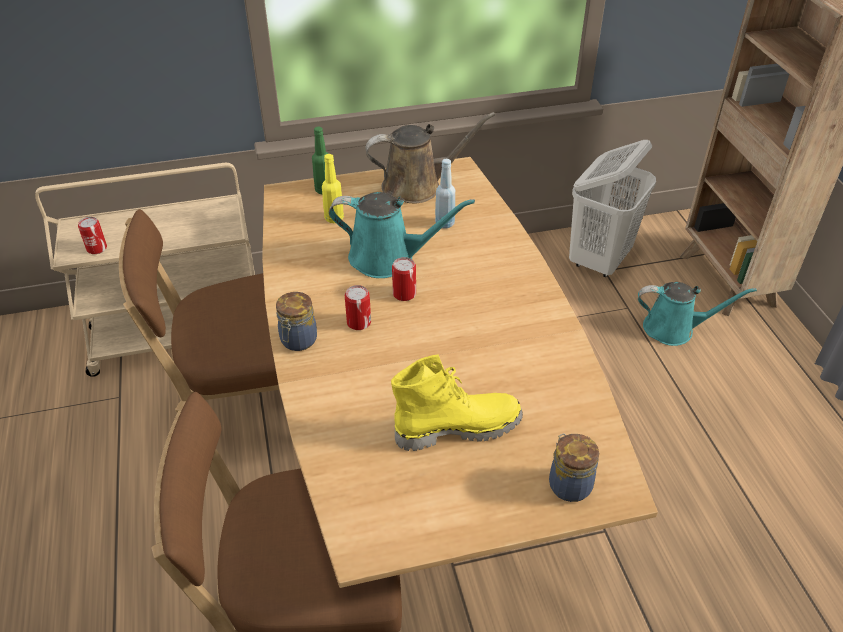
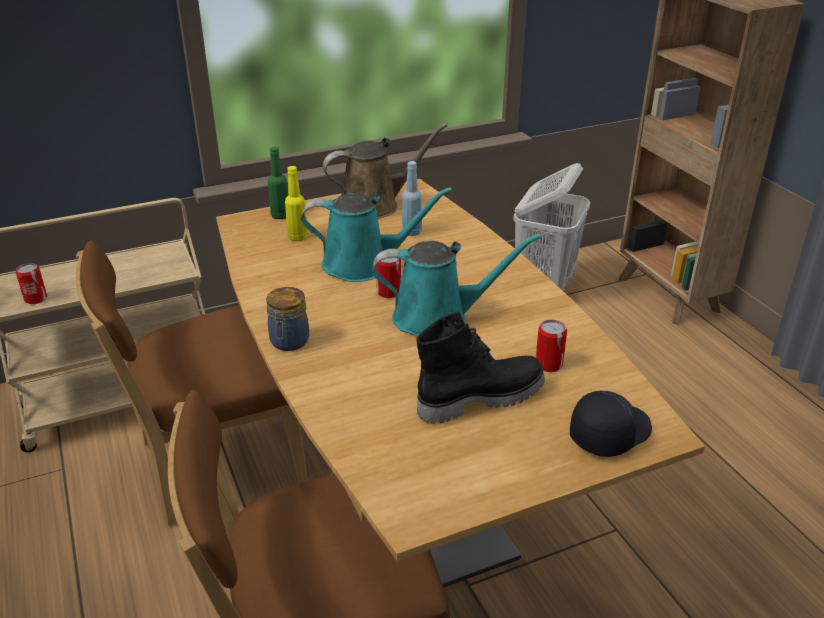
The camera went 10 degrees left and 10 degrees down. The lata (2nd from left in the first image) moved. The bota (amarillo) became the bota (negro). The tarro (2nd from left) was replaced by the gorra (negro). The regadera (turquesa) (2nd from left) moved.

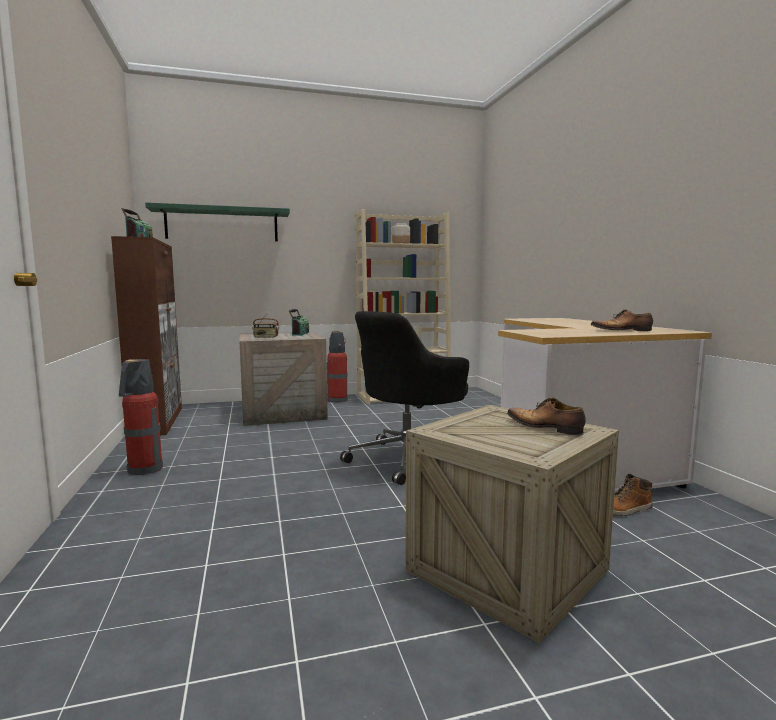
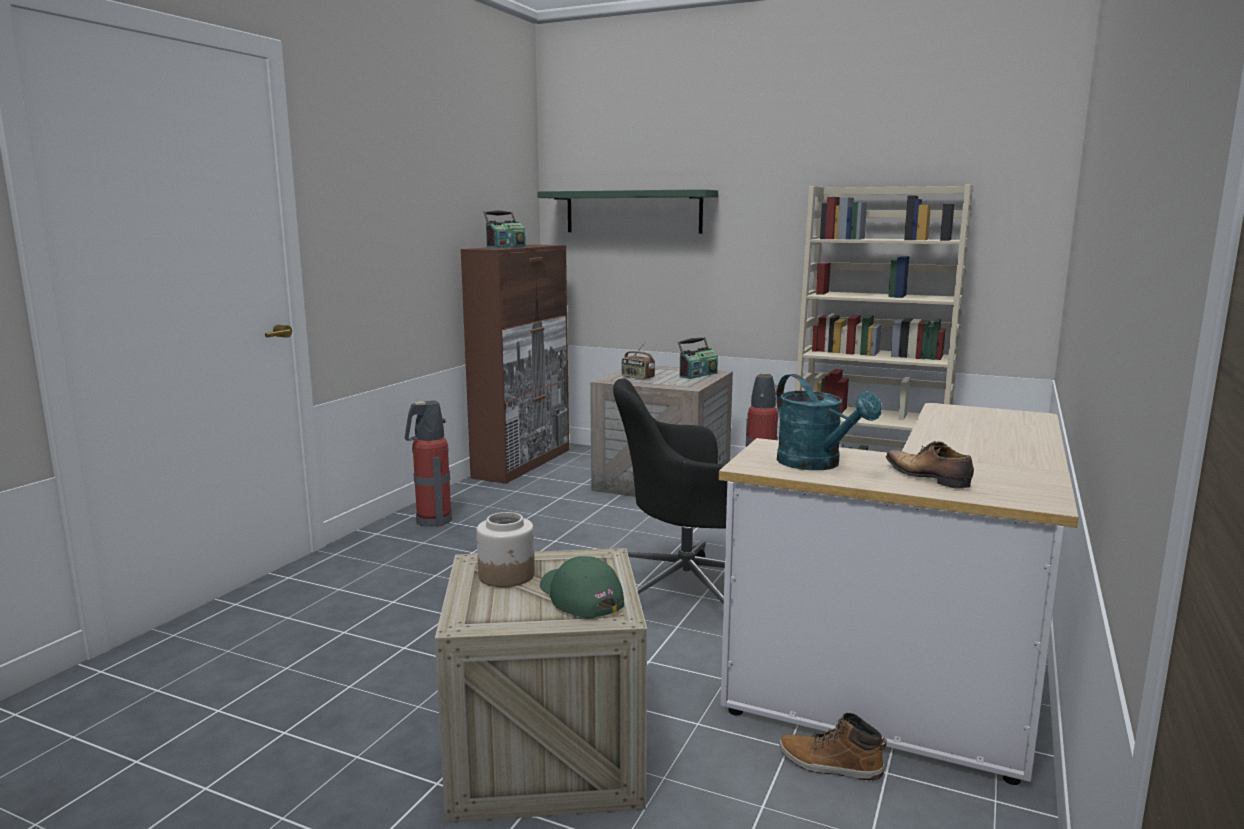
The camera went 40 degrees right and 5 degrees up. The tarro moved. The zapato (1st from left) was replaced by the gorra (verde). The regadera (turquesa) appeared.

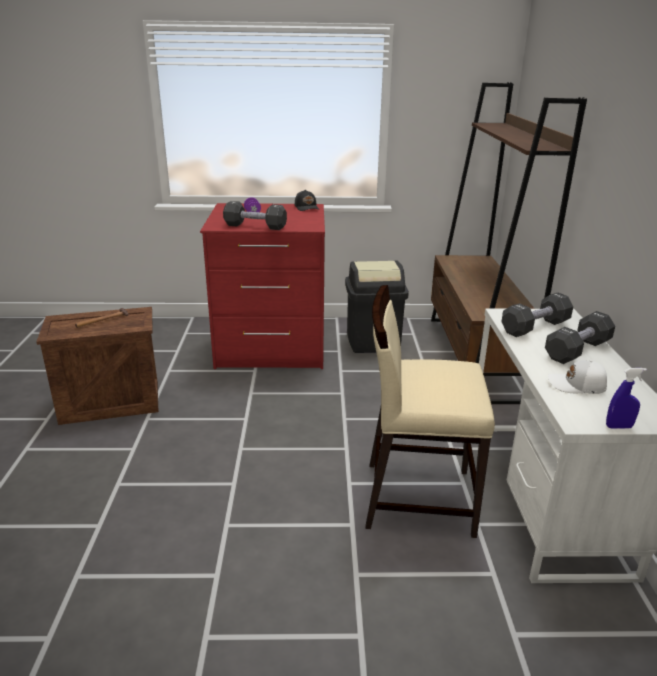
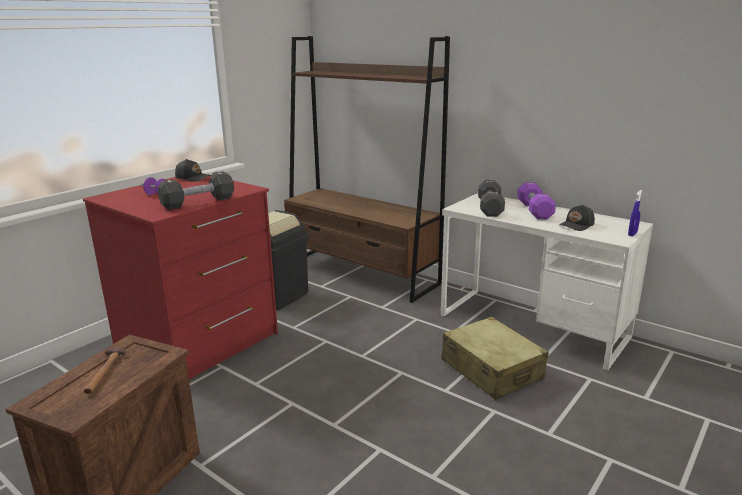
The camera went 50 degrees left and 5 degrees down. The silla (beis) was replaced by the maleta (beis). The mancuerna (negro) (3rd from left) became the mancuerna (morado) (2nd from left). The gorra (blanco) became the gorra (negro) (2nd from left).

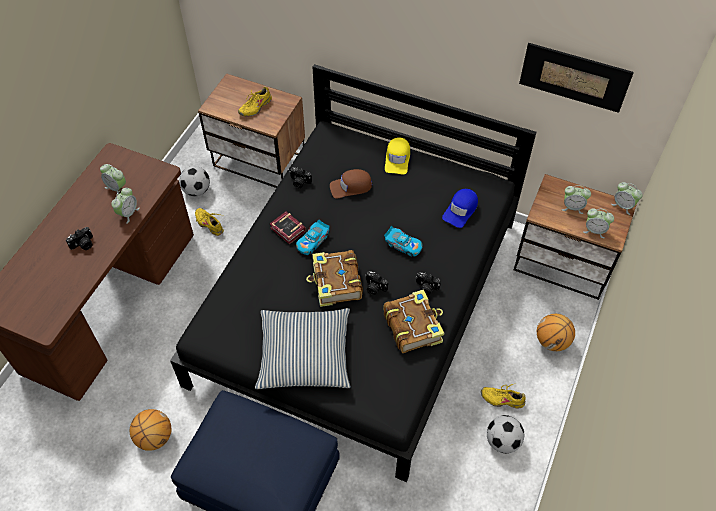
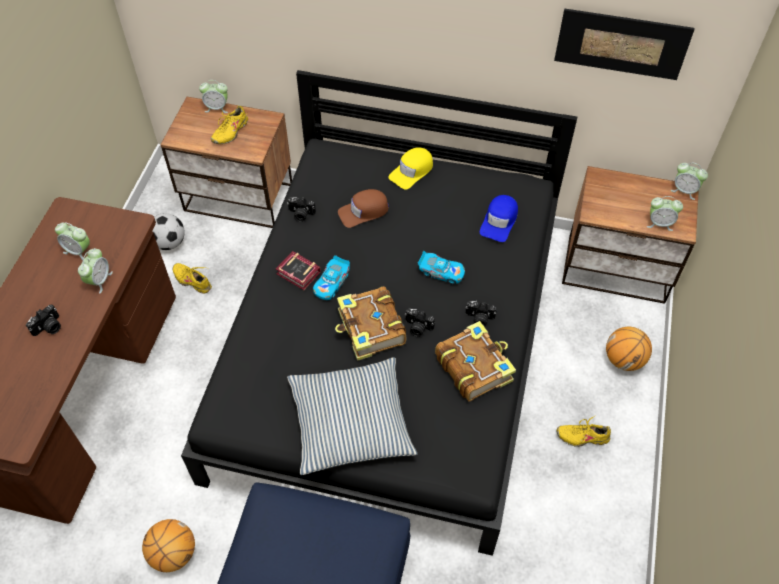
The camera went 10 degrees left and 0 degrees up. The gorra (amarillo) turned 45 degrees clockwise. The balón de fútbol (2nd from left) disappeared. The despertador (3rd from left) moved.

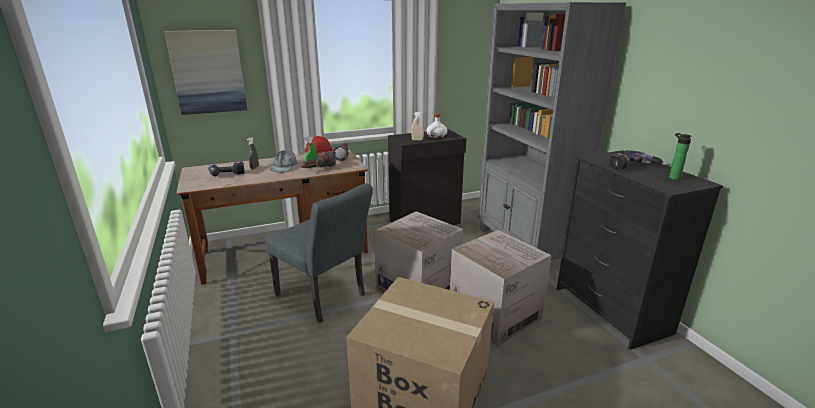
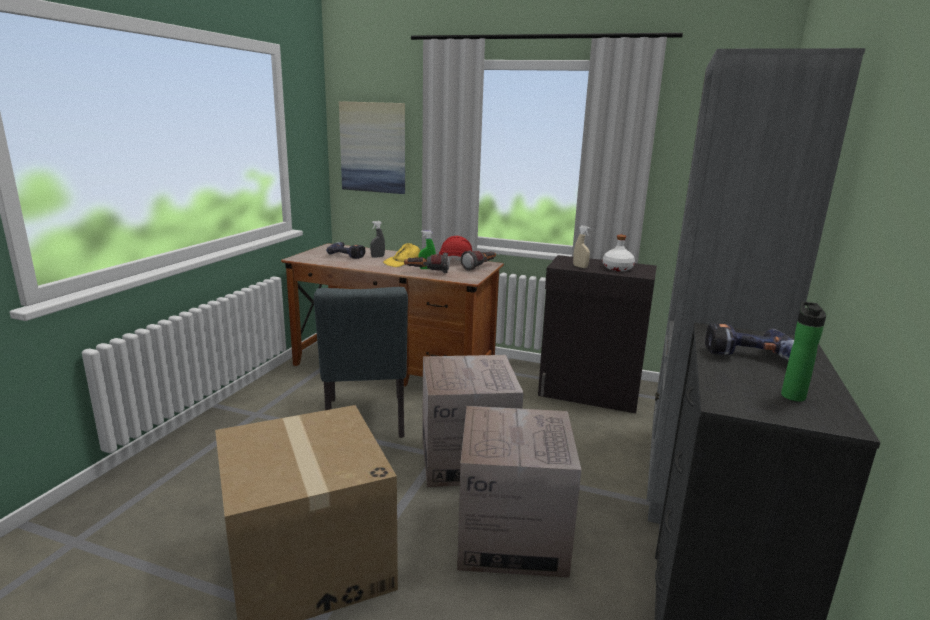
The camera went 40 degrees right and 5 degrees down. The gorra (gris) became the gorra (amarillo).

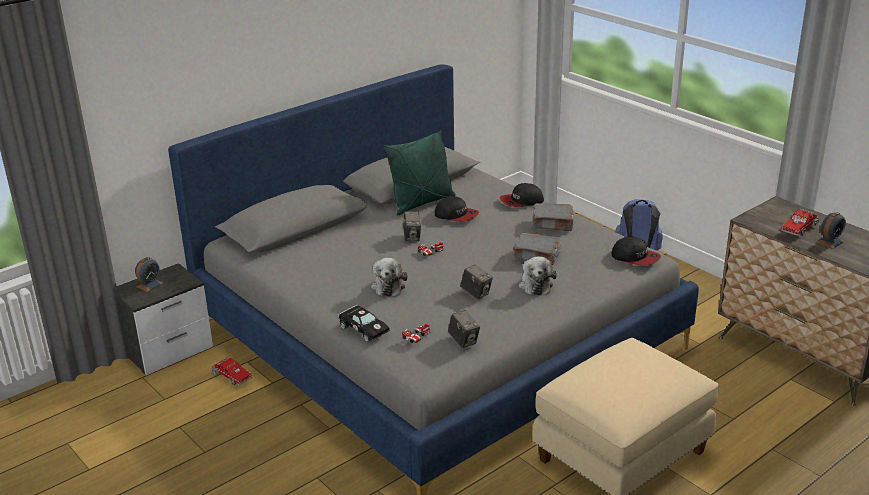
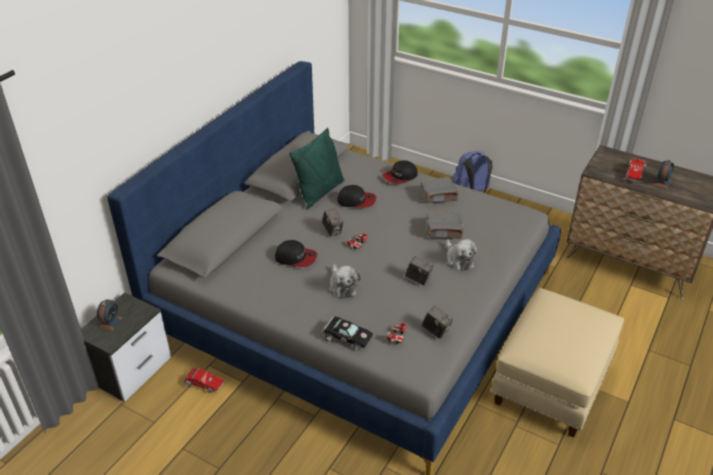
The camera went 20 degrees left and 10 degrees up. The gorra (3rd from left in the first image) moved.

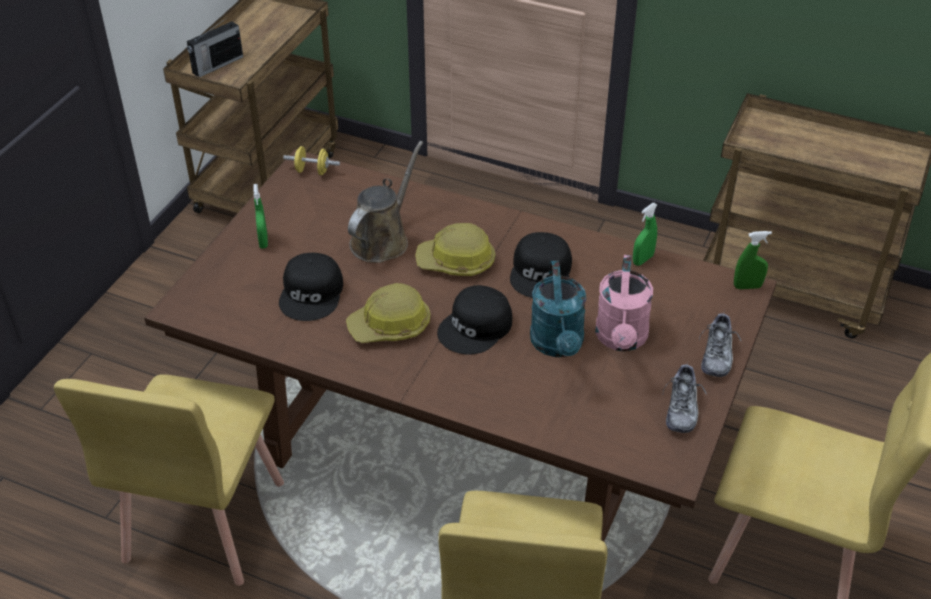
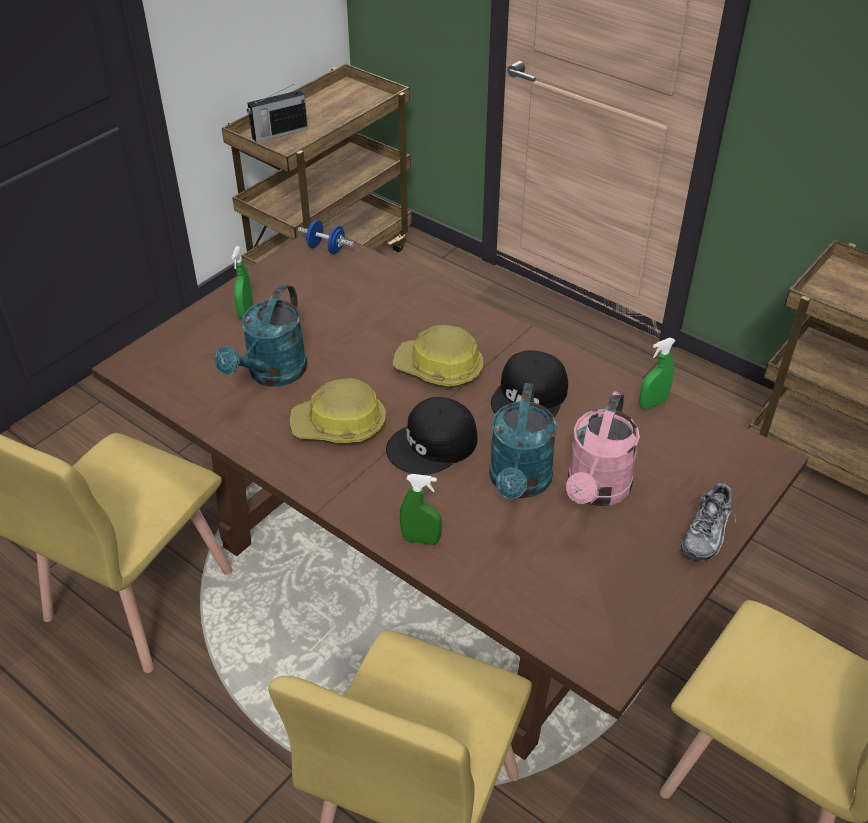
The camera went 15 degrees right and 0 degrees up. The gorra (negro) (1st from left) was replaced by the regadera (turquesa) (1st from left). The mancuerna (amarillo) became the mancuerna (azul). The regadera (marrón) disappeared. The zapato (1st from left) disappeared. The pulverizador (verde) (3rd from left in the first image) moved.

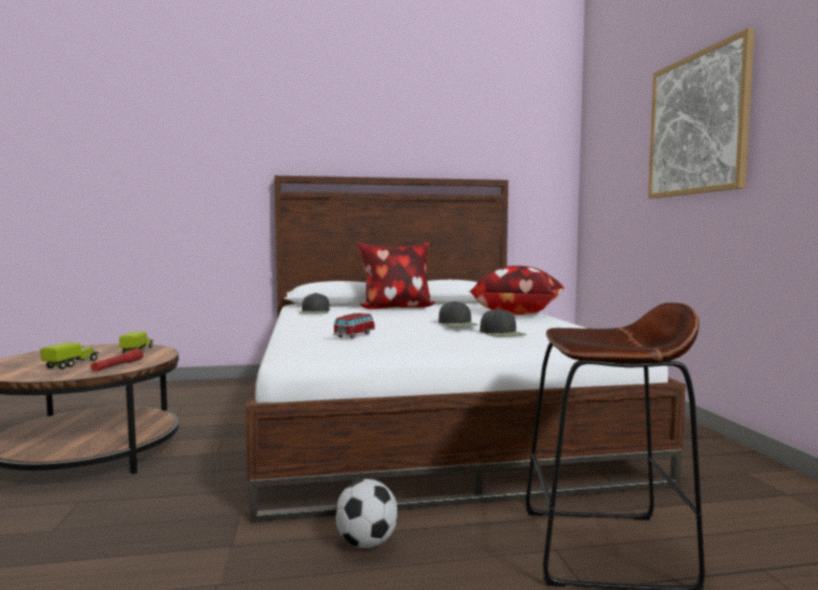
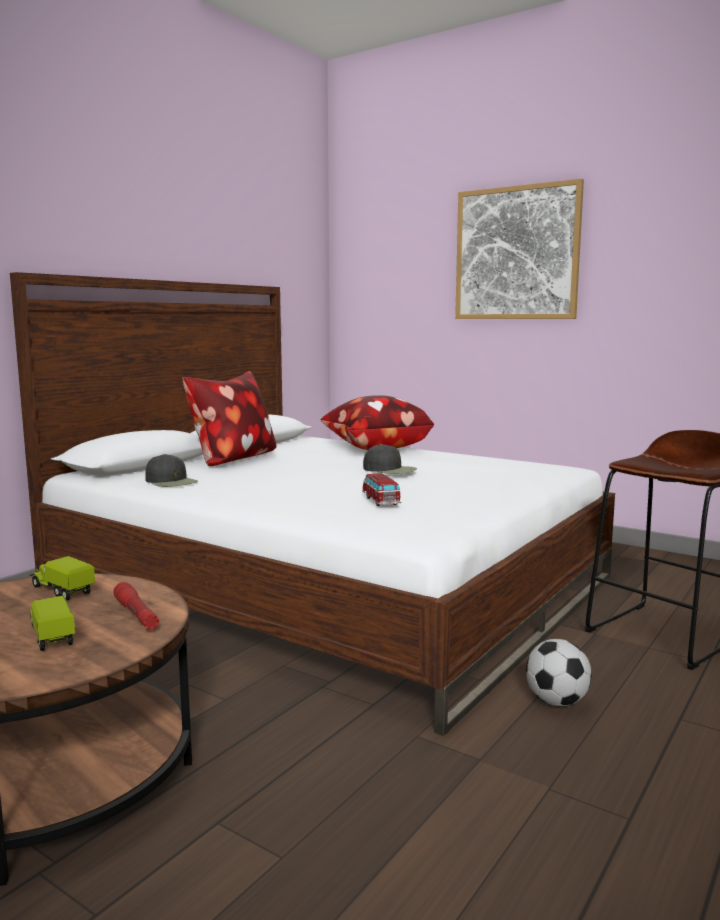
The camera went 45 degrees left and 5 degrees up. The gorra (negro) (3rd from left) disappeared.

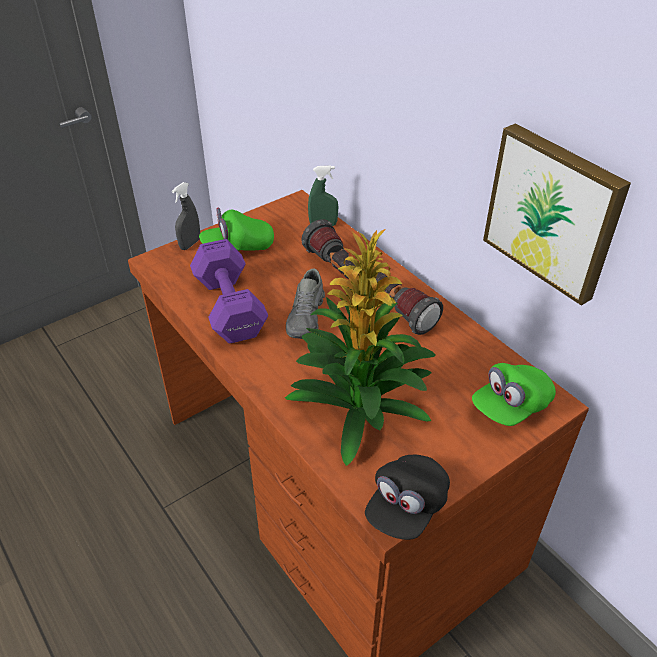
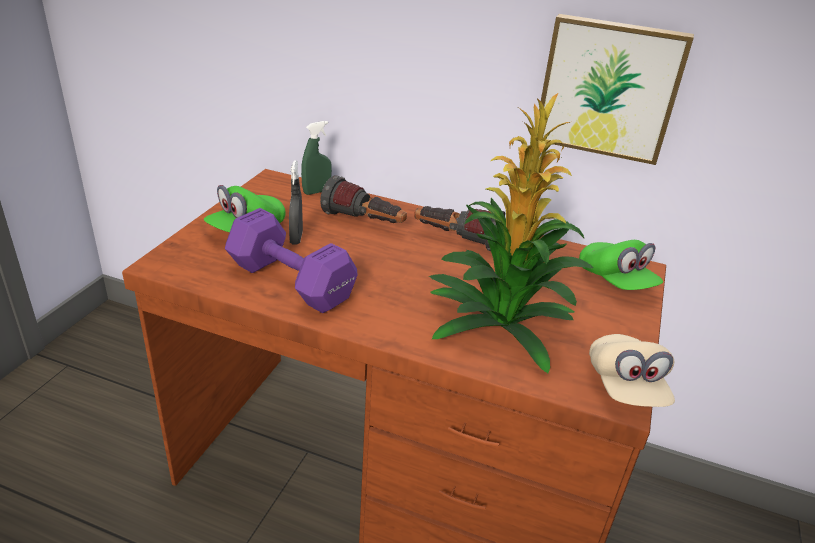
The camera went 35 degrees left and 10 degrees down. The pulverizador (gris) moved. The zapato (gris) disappeared. The gorra (negro) became the gorra (beis). The gorra (verde) (2nd from left) turned 45 degrees counterclockwise.

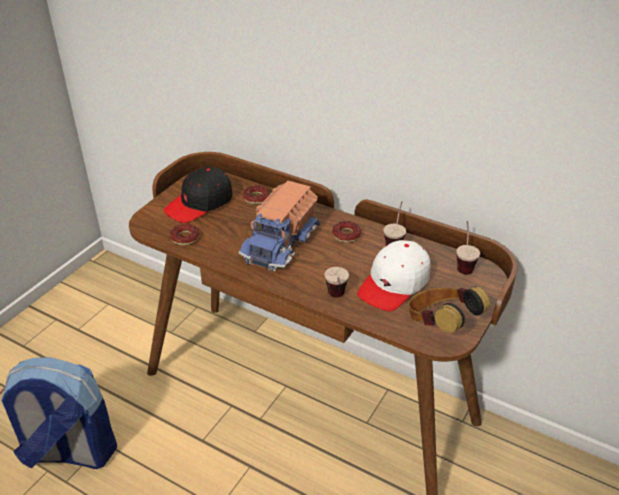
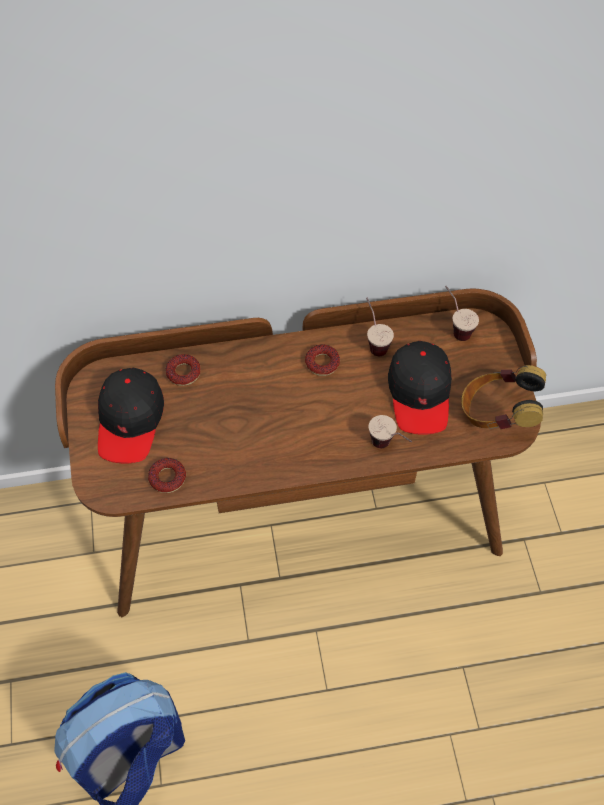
The camera went 40 degrees left and 20 degrees up. The camión de juguete disappeared. The gorra (blanco) became the gorra (negro) (2nd from left).

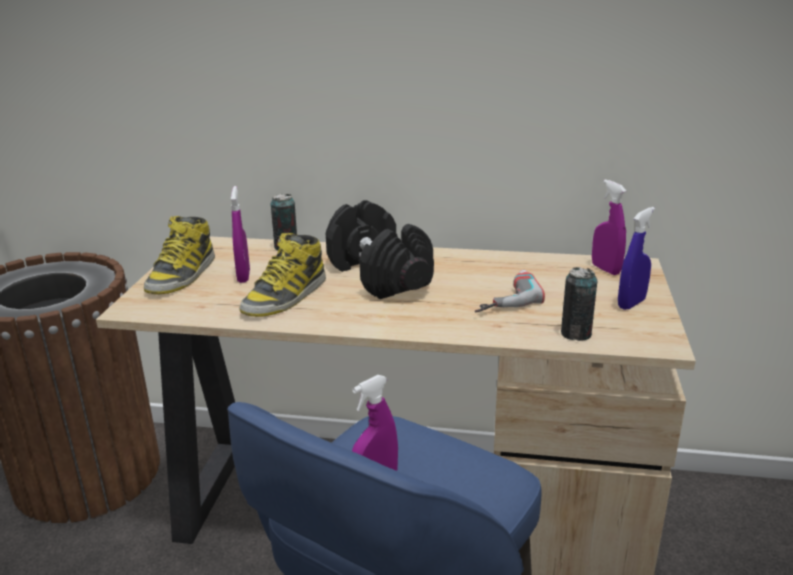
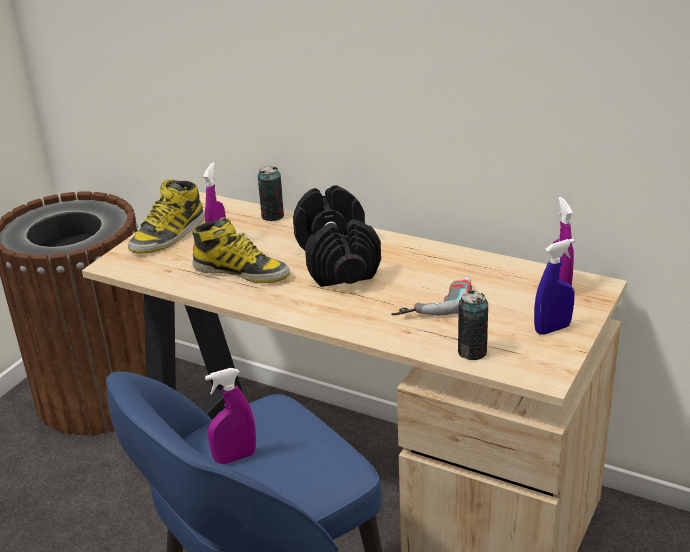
The camera went 20 degrees right and 5 degrees up. The bota (2nd from left) turned 120 degrees counterclockwise.

